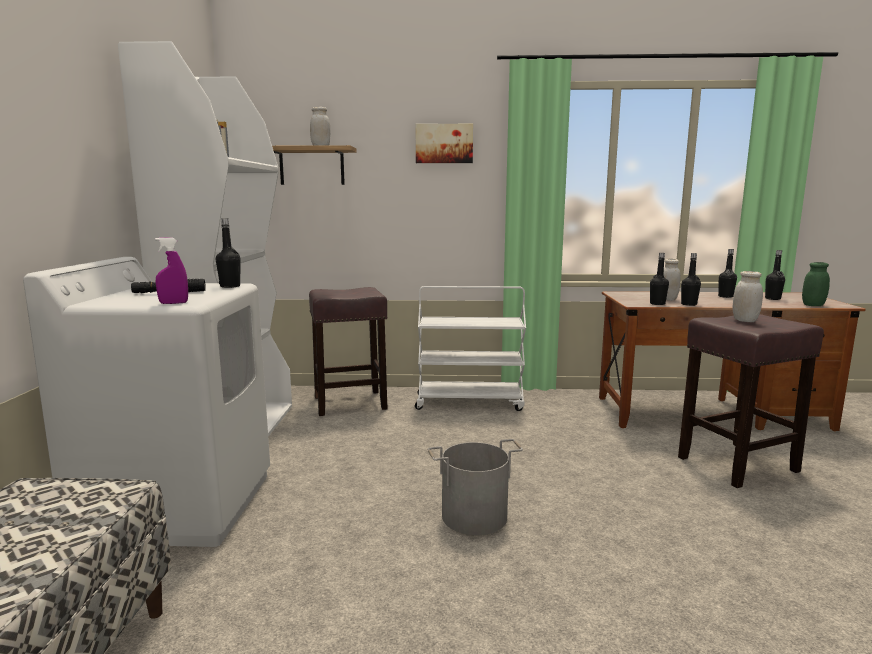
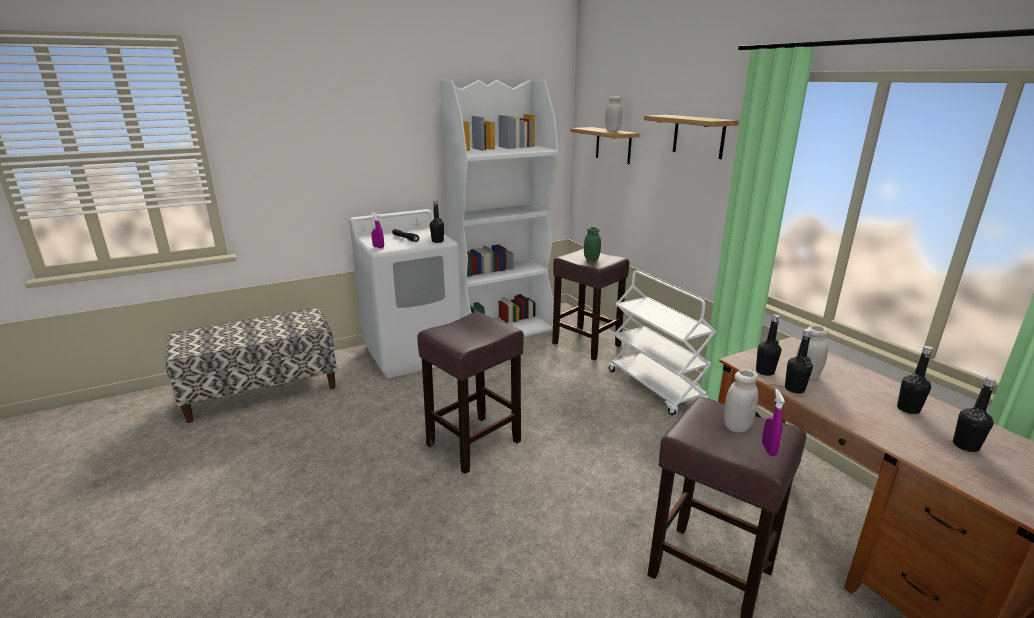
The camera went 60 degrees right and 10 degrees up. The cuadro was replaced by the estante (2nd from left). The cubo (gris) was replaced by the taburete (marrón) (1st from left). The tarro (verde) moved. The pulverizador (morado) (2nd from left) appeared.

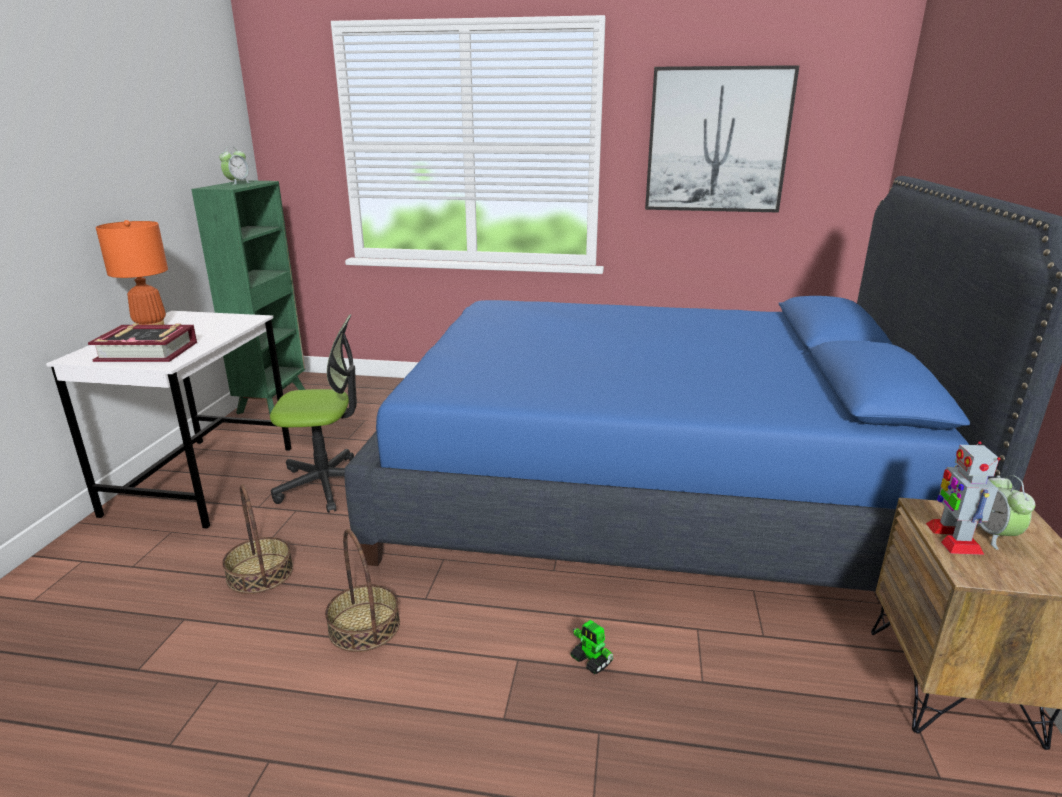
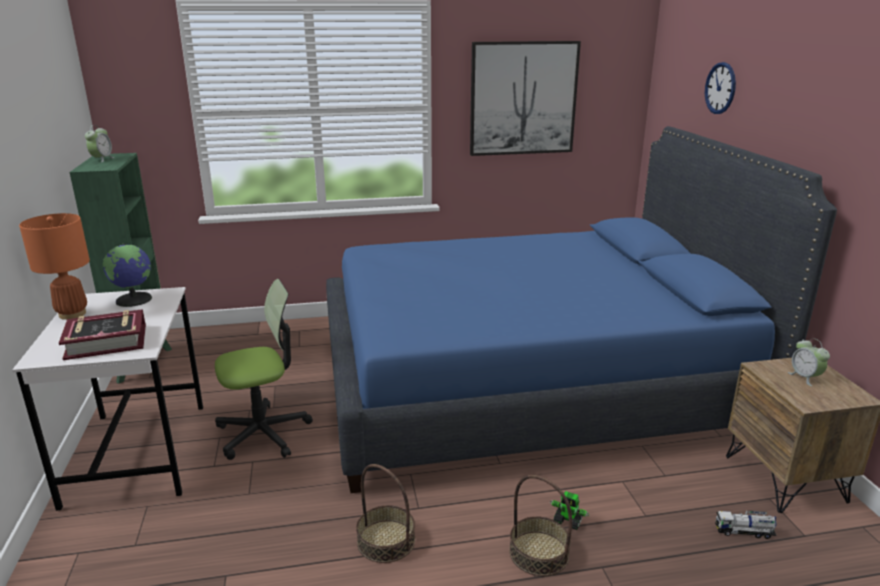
The camera went 20 degrees left and 0 degrees up. The cesta (1st from left in the first image) moved. The robot de juguete (2nd from left) disappeared. The globo terráqueo appeared. The reloj de pared appeared. The camión de juguete appeared.

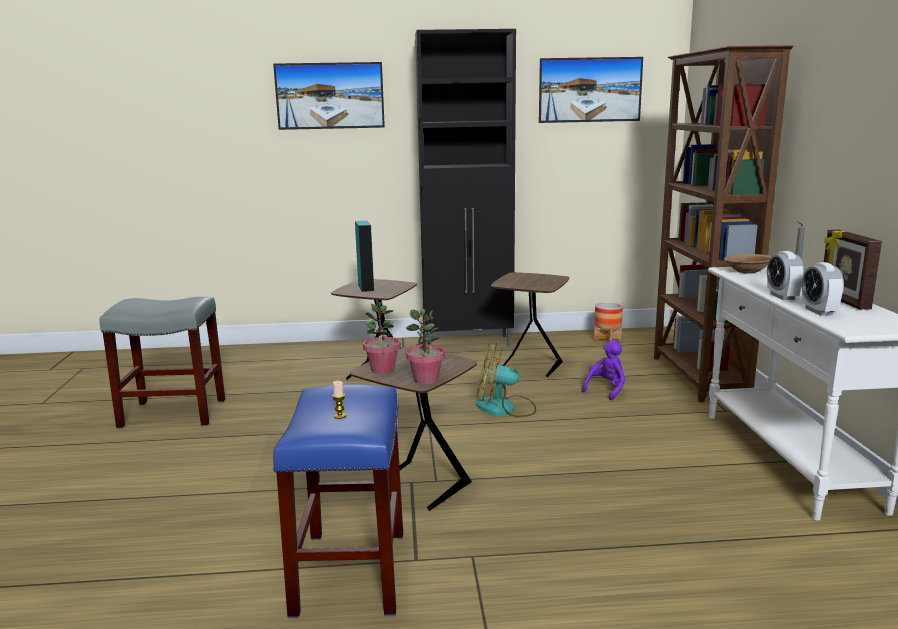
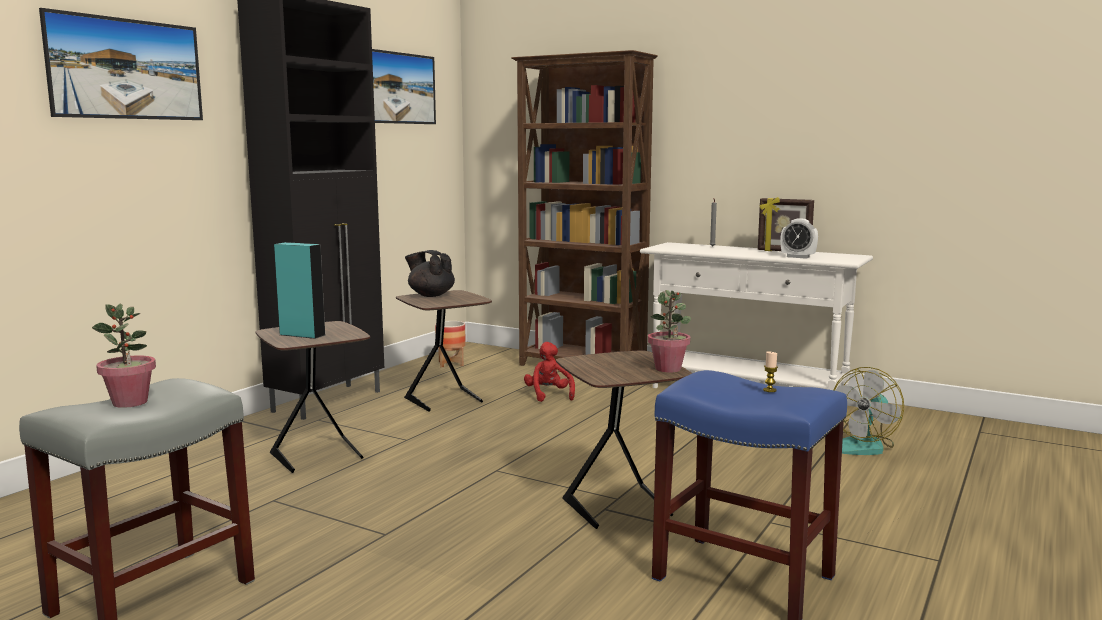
The camera went 55 degrees left and 5 degrees down. The planta en maceta (1st from left) moved. The ventilador moved. The peluche (morado) became the peluche (rojo). The cuenco (marrón) disappeared. The despertador (1st from left) disappeared. The tetera (negro) appeared.

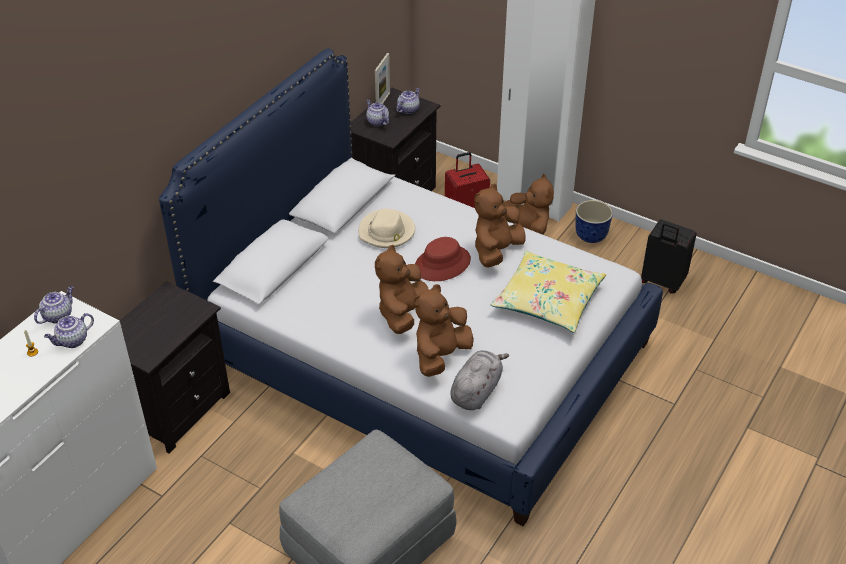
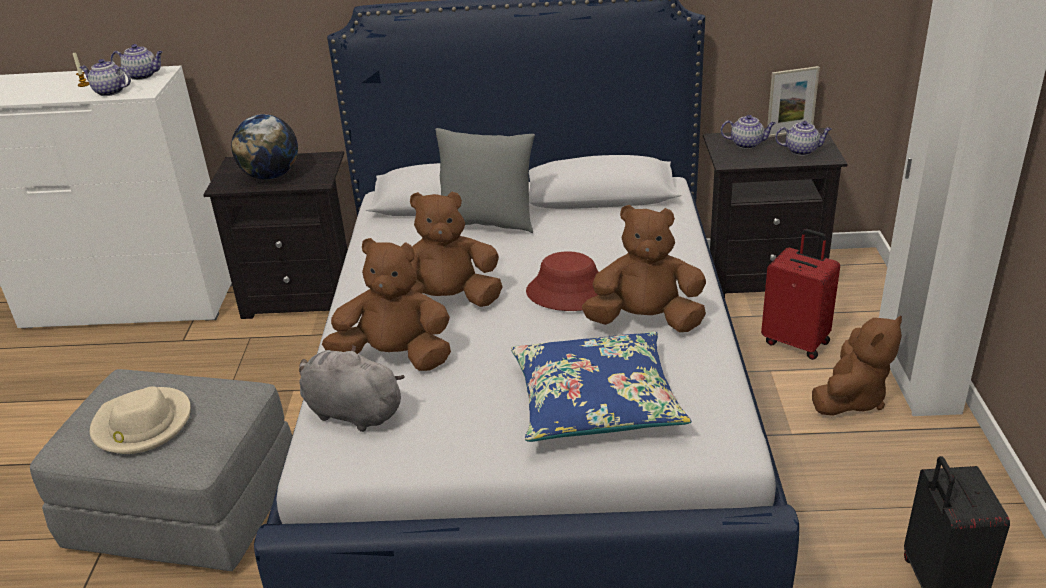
The camera went 60 degrees right and 10 degrees down. The sombrero (beis) moved. The tetera (3rd from left) turned 75 degrees clockwise. The peluche (gris) turned 150 degrees counterclockwise. The cojín (amarillo) became the cojín (azul). The maceta disappeared. The globo terráqueo appeared. The cojín (gris) appeared.

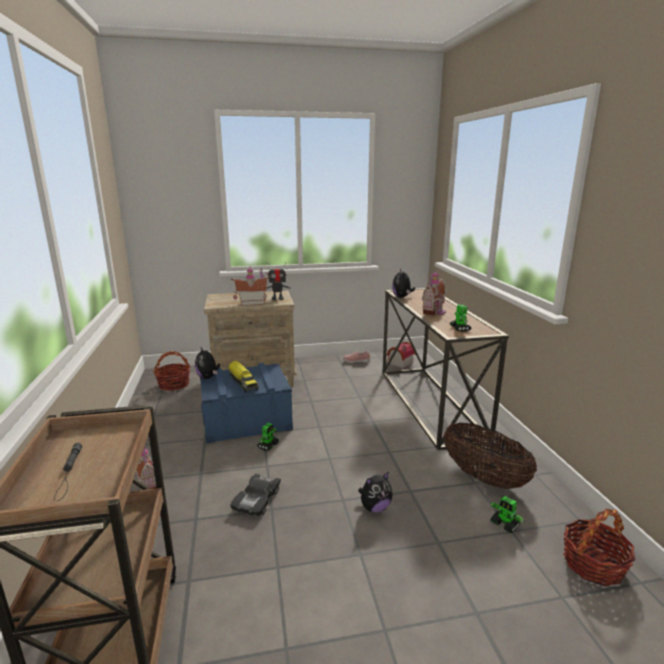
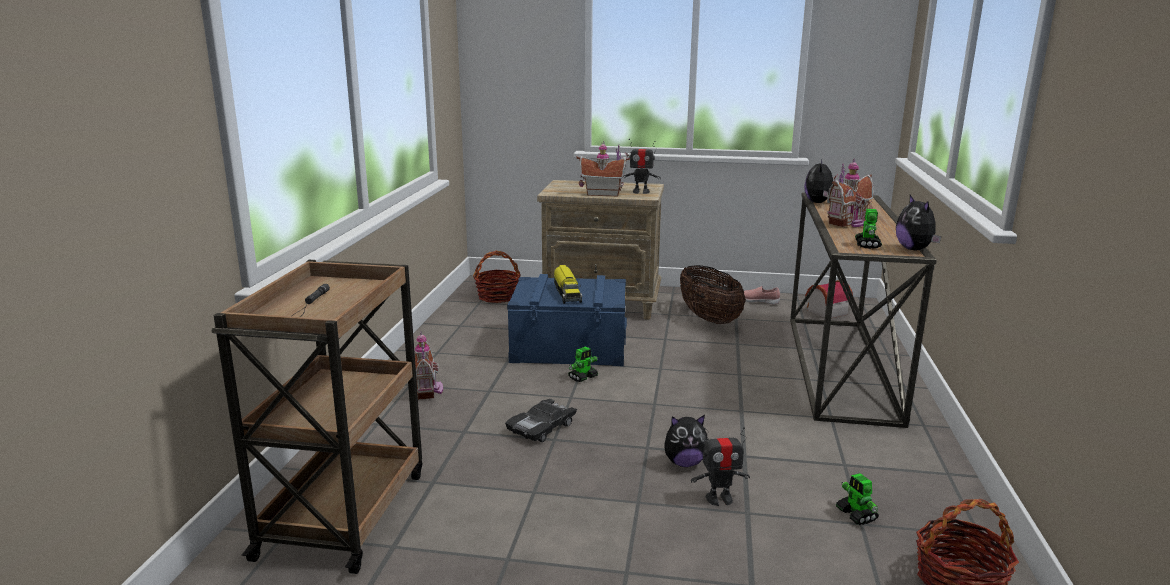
The camera went 20 degrees right and 0 degrees up. The peluche (1st from left in the first image) moved. The cesta (2nd from left) moved. The robot de juguete (3rd from left) appeared.

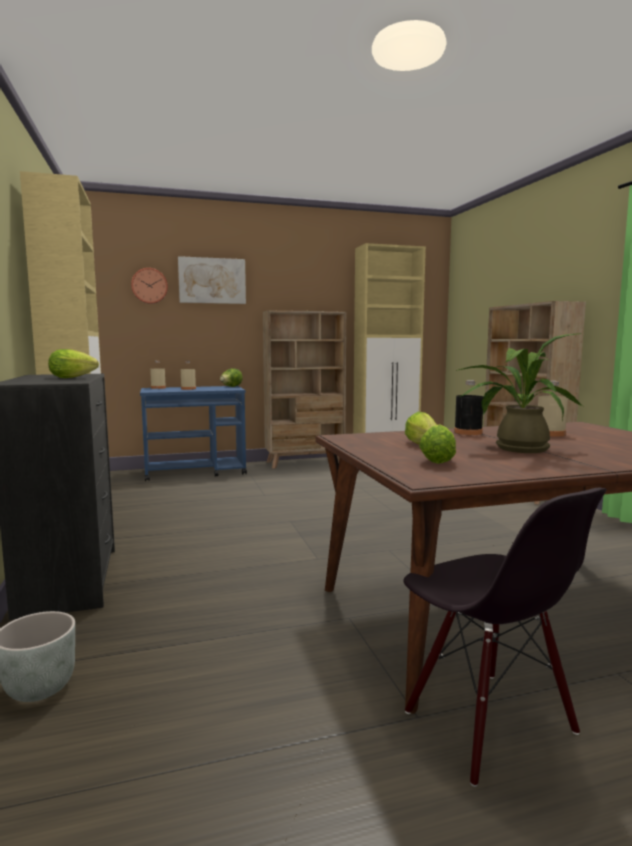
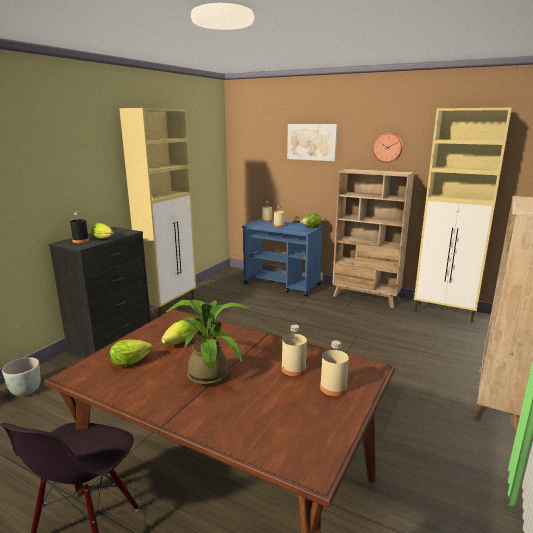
The camera went 45 degrees right and 10 degrees up. The reloj de pared moved. The botella (negro) moved. The botella (beis) (4th from left) appeared.

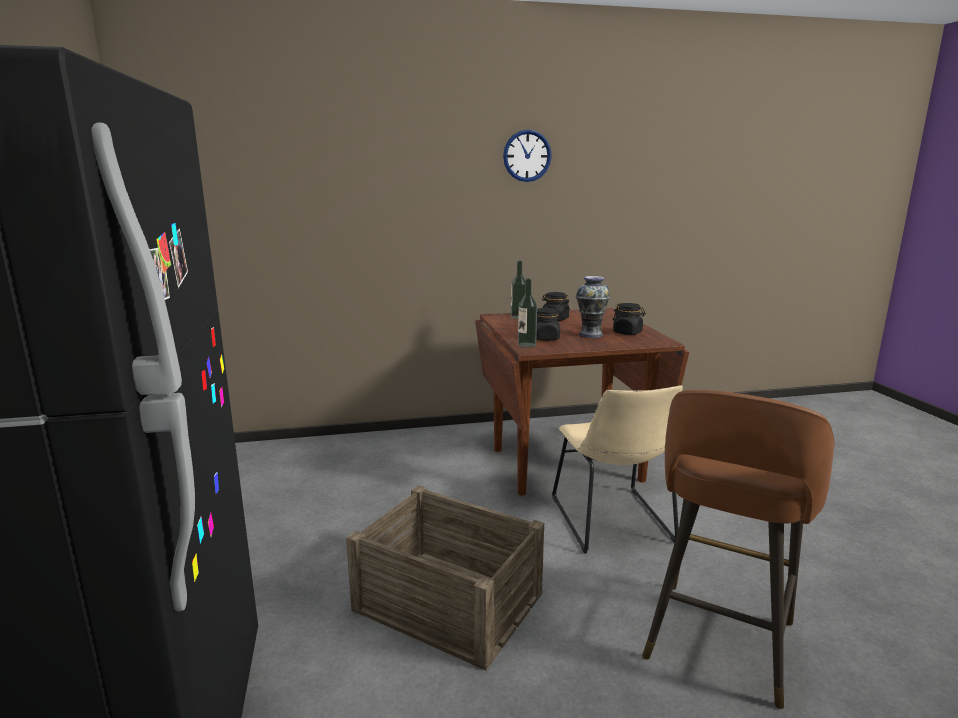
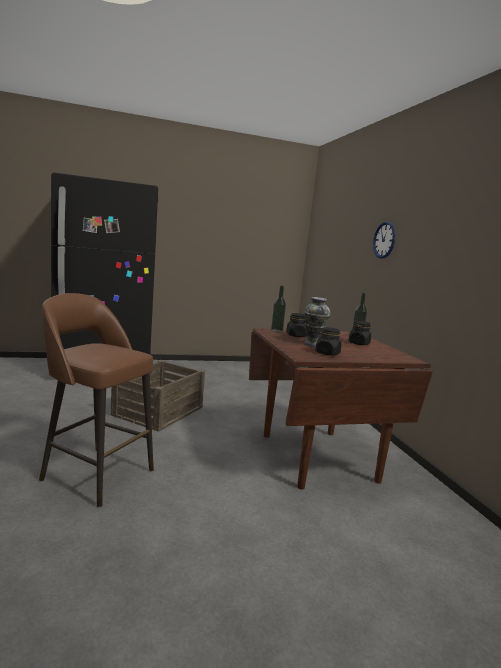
The camera went 85 degrees right and 5 degrees down. The reloj de pared moved. The silla (beis) disappeared.

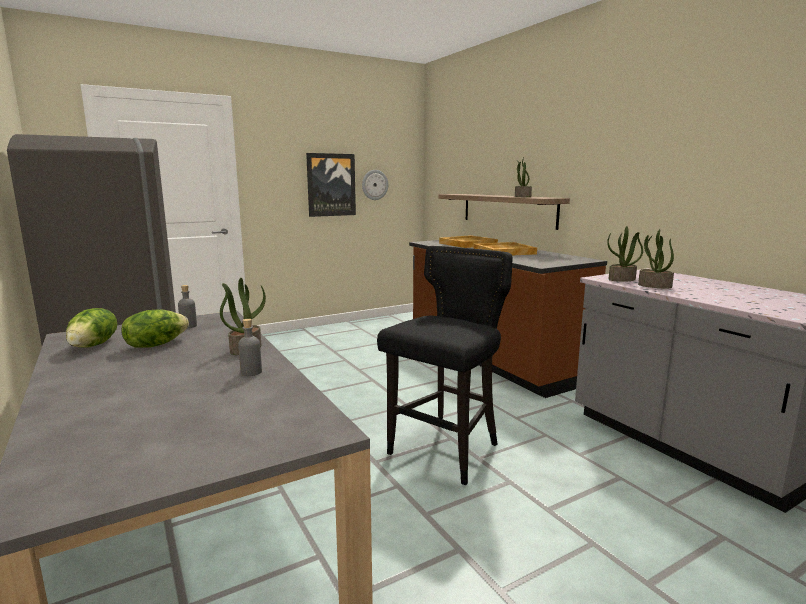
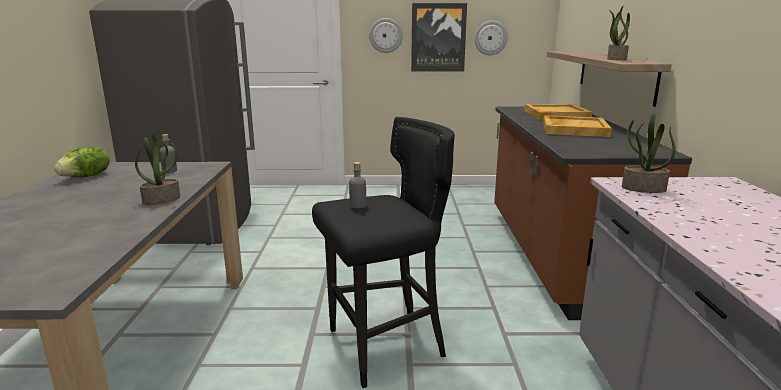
The camera went 30 degrees right and 5 degrees up. The lechuga (2nd from left) disappeared. The botella (gris) (2nd from left) moved. The planta en maceta (4th from left) disappeared. The reloj de pared (1st from left) appeared.

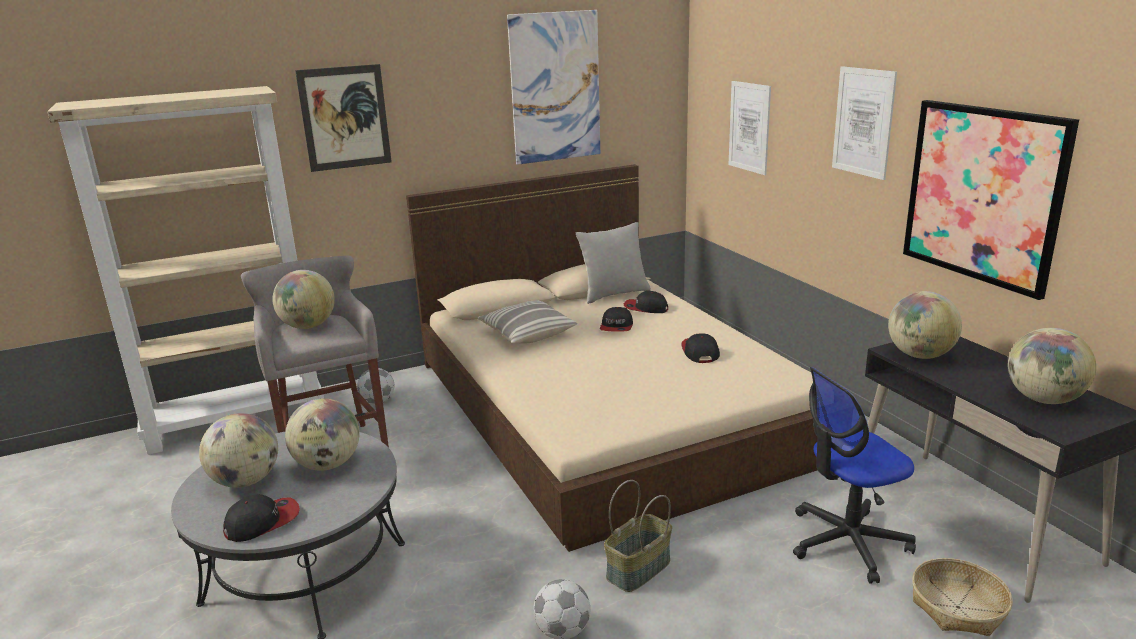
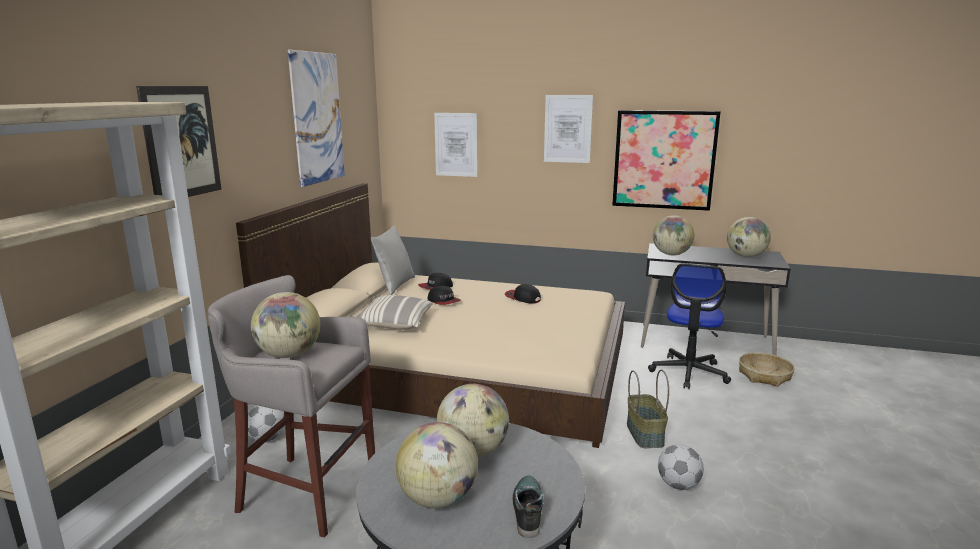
The camera went 50 degrees left and 5 degrees down. The gorra (1st from left) was replaced by the zapato.

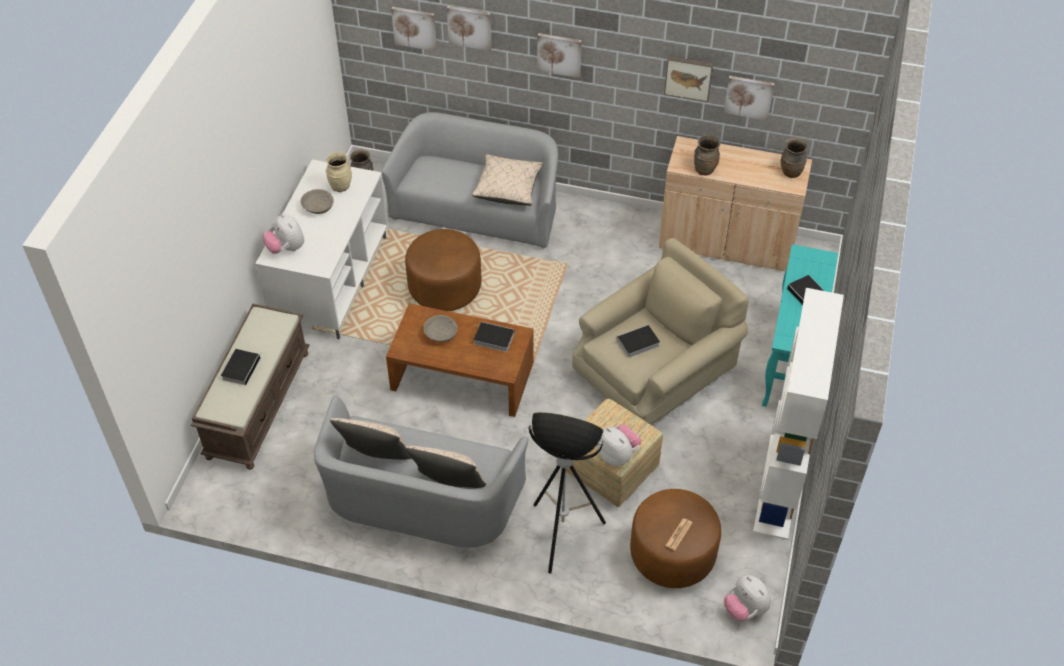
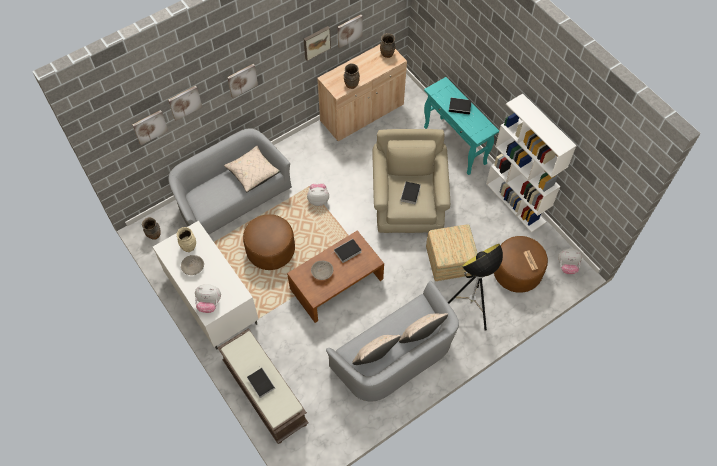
The camera went 50 degrees left and 10 degrees up. The peluche (2nd from left) moved.

